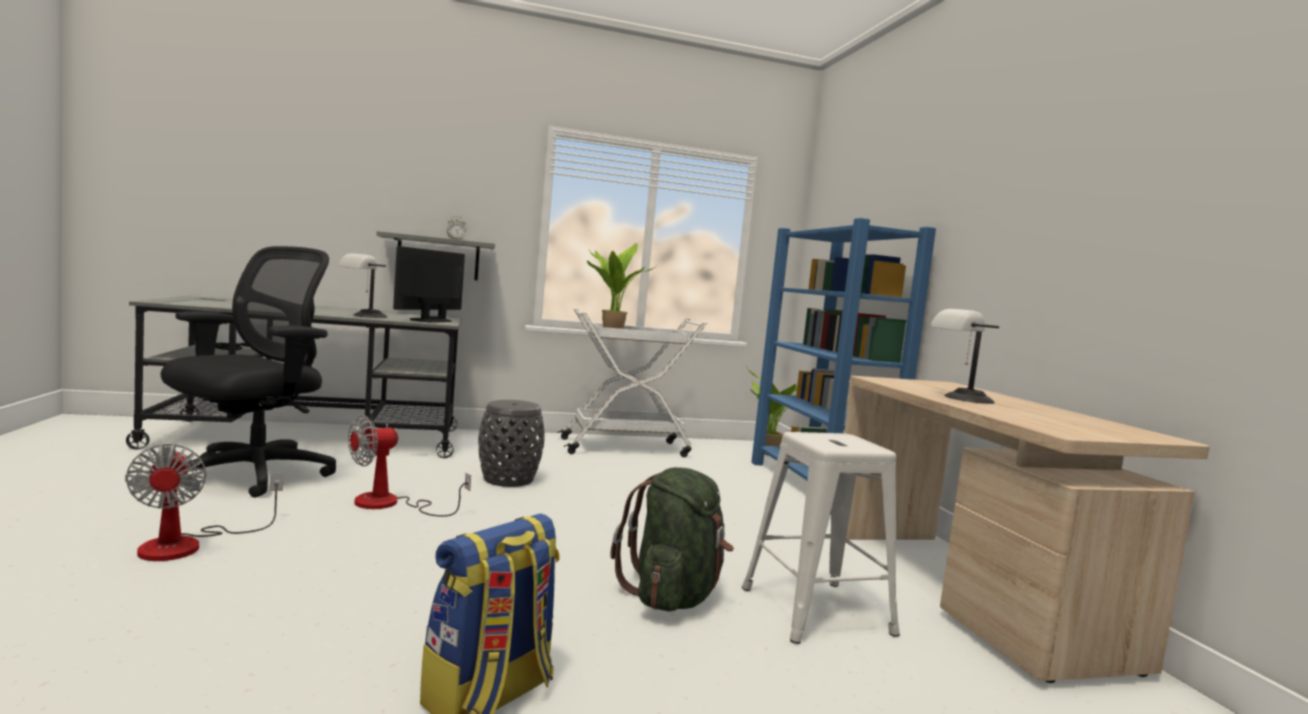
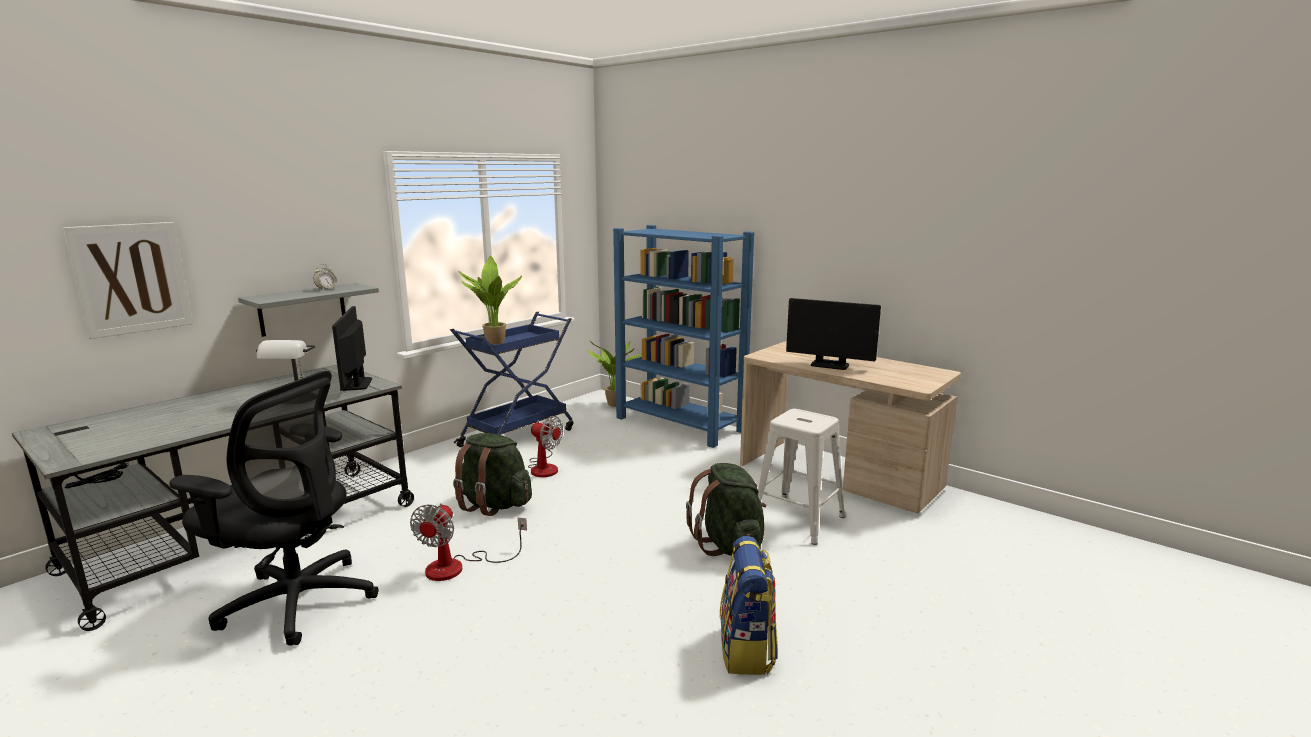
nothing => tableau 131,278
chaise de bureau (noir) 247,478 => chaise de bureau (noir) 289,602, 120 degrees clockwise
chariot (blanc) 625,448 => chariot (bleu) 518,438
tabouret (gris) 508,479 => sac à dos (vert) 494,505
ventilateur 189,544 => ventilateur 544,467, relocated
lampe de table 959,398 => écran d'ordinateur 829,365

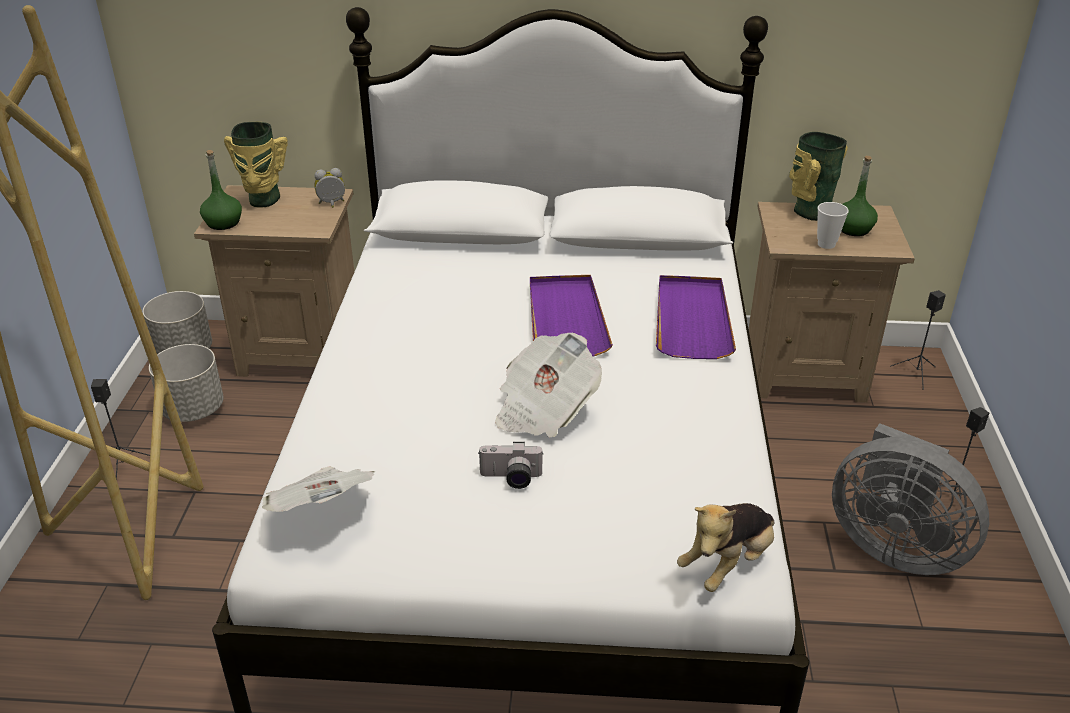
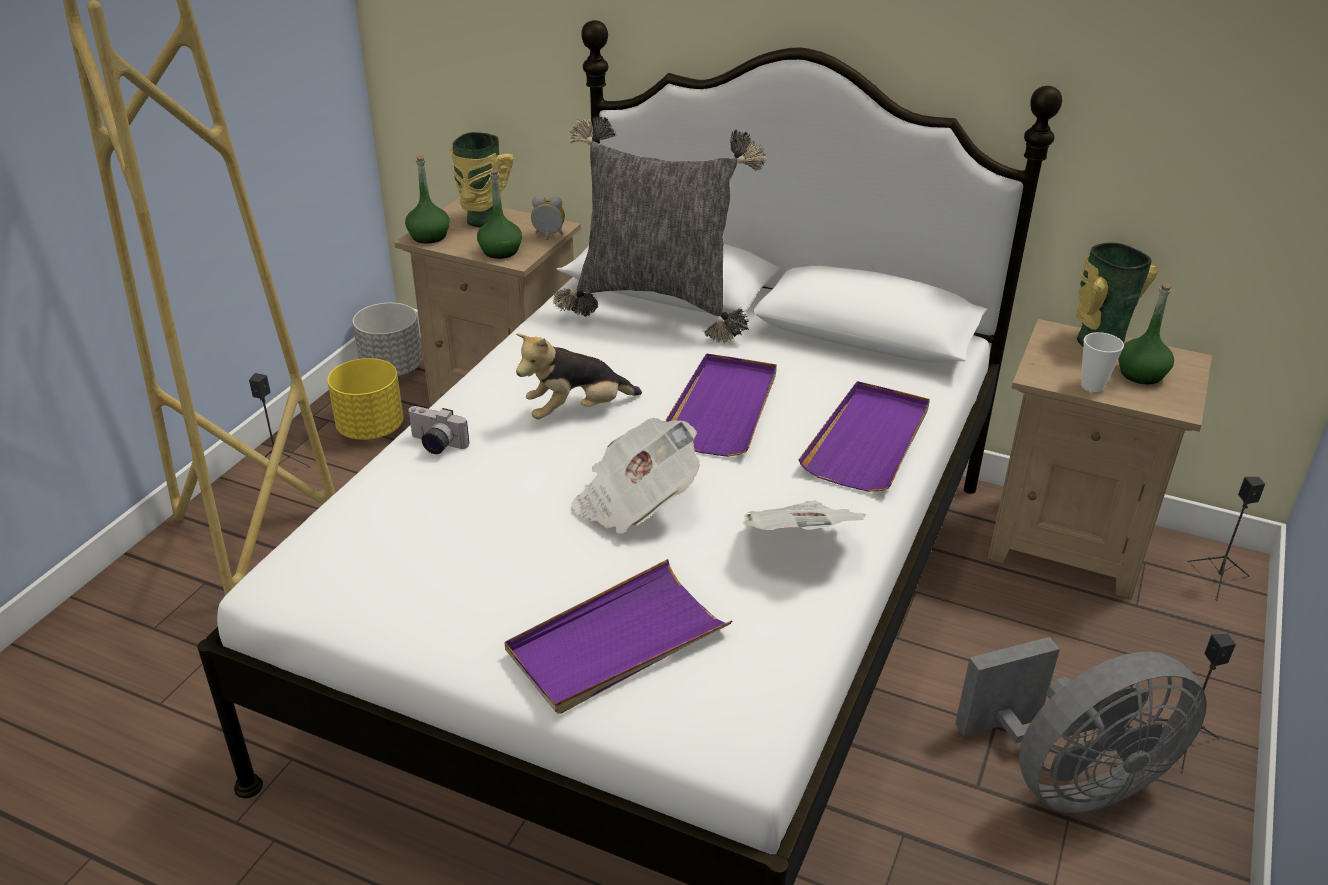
cache-pot (gris) 192,410 => cache-pot (jaune) 370,429
appareil photo 510,479 => appareil photo 435,445, relocated
nothing => bouteille (vert) 500,251
nothing => plateau (violet) 616,642
peluche 727,563 => peluche 577,411, relocated
nothing => coussin 658,315
journal 321,509 => journal 800,542, relocated
ventilateur (gris) 894,546 => ventilateur (gris) 1070,780, 75 degrees counterclockwise

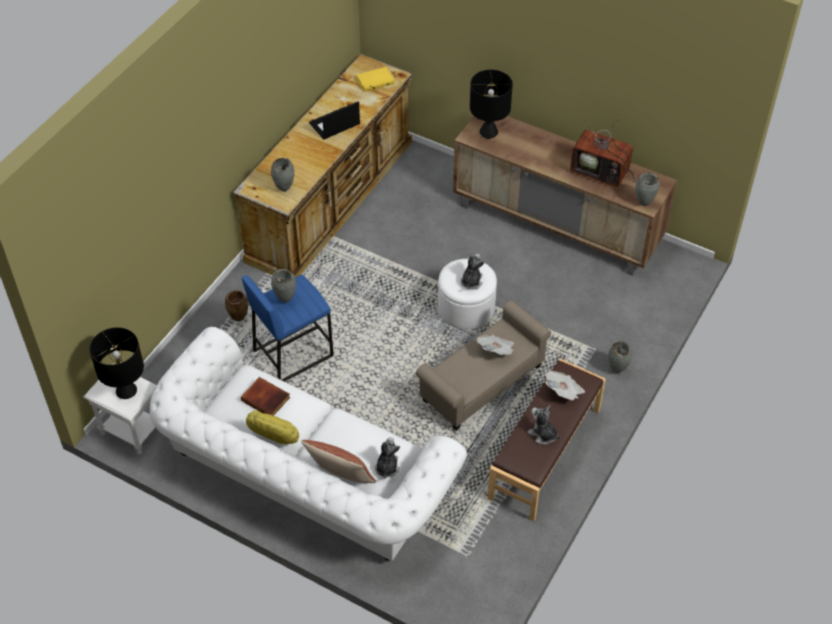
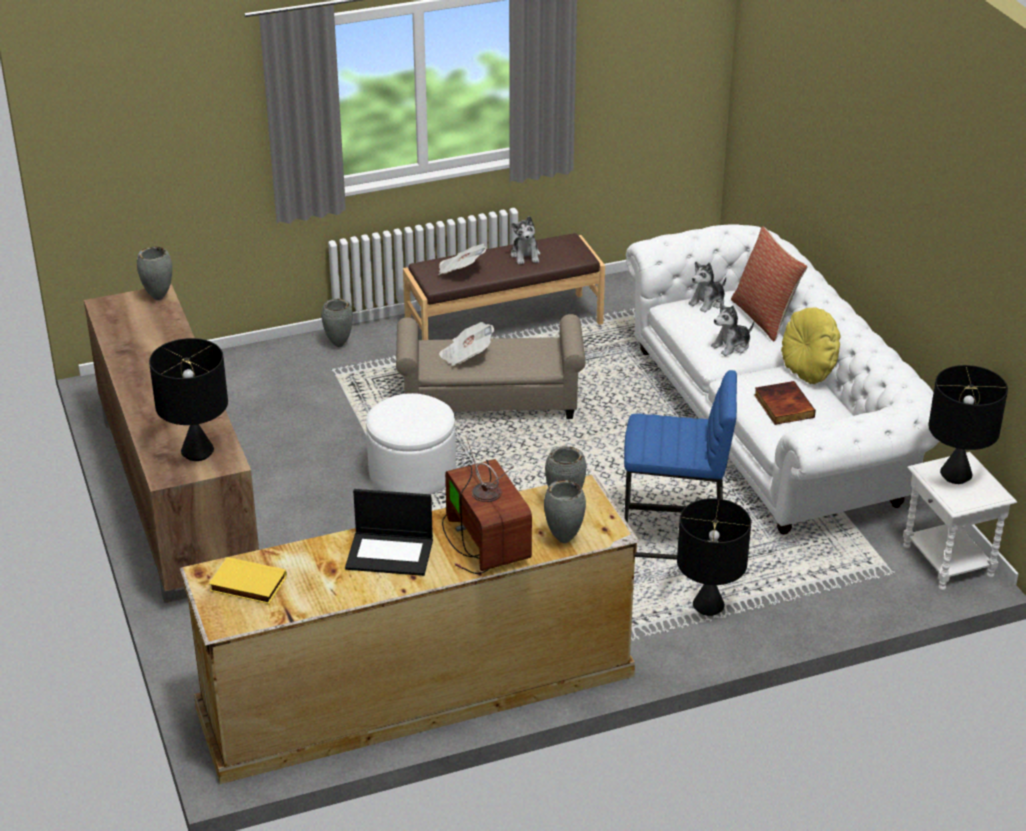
téléviseur 601,172 => téléviseur 483,542, relocated
vase (gris) 286,299 => vase (gris) 563,540, relocated
vase (marron) 239,319 => lampe de table (noir) 708,607
peluche 471,281 => peluche 732,346, relocated

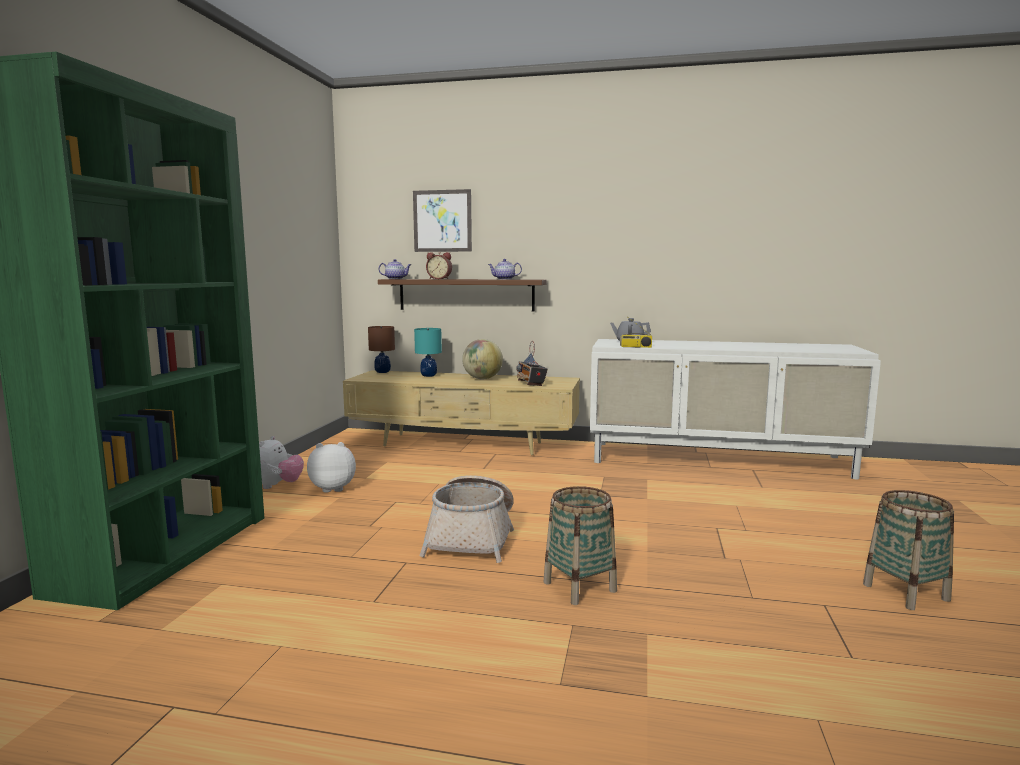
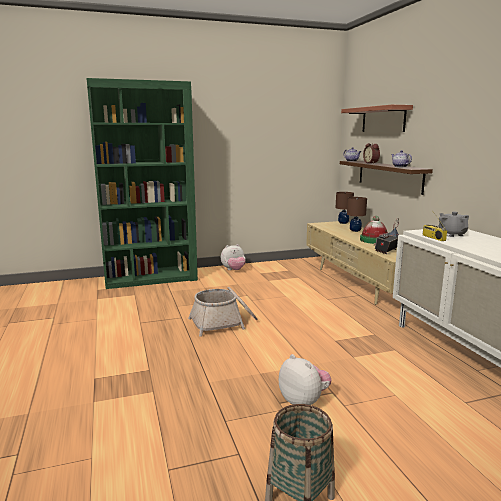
peluche 333,488 => peluche 304,401, relocated
tableau 442,221 => étagère 383,119
lampe de table (turquoise) 428,376 => lampe de table (marron) 355,231
globe 482,379 => chapeau 374,240
panier 579,586 => nothing

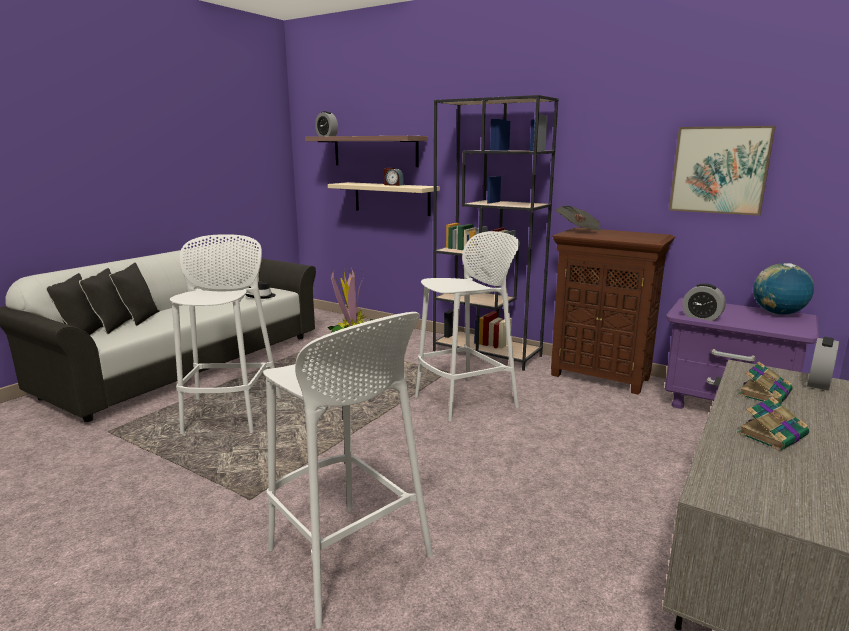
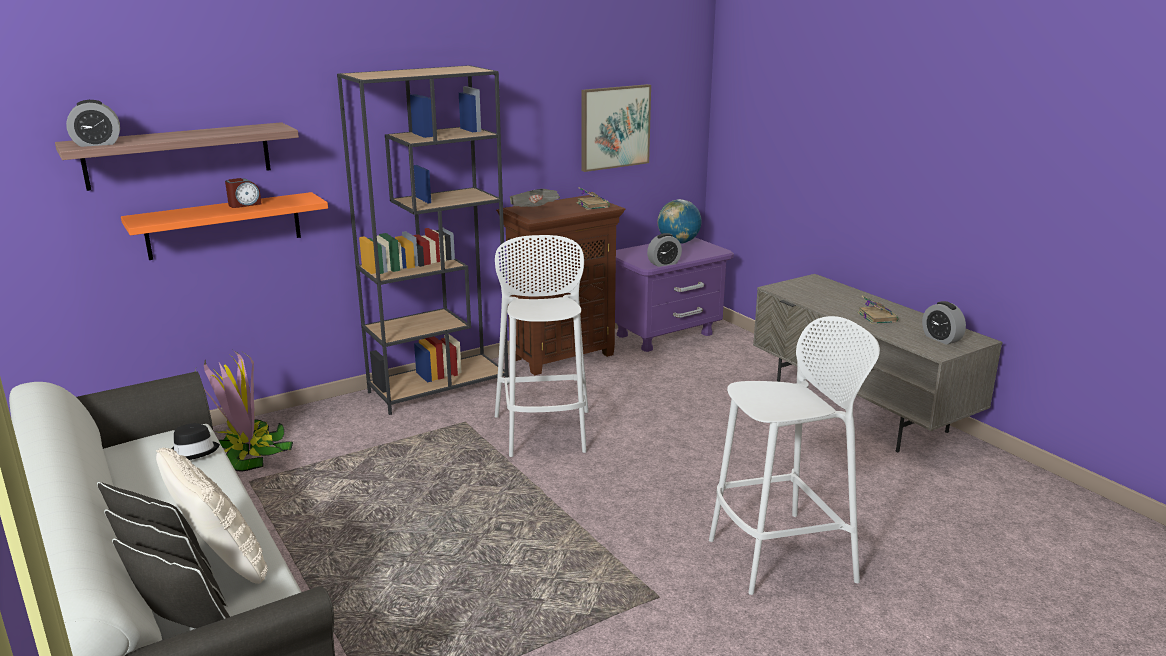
étagère (beige) 391,198 => étagère (orange) 224,225
nothing => coussin (beige) 219,563
livre 764,393 => livre 592,205, relocated
réveil 818,383 => réveil 941,339, relocated
tabouret (blanc) 229,414 => nothing

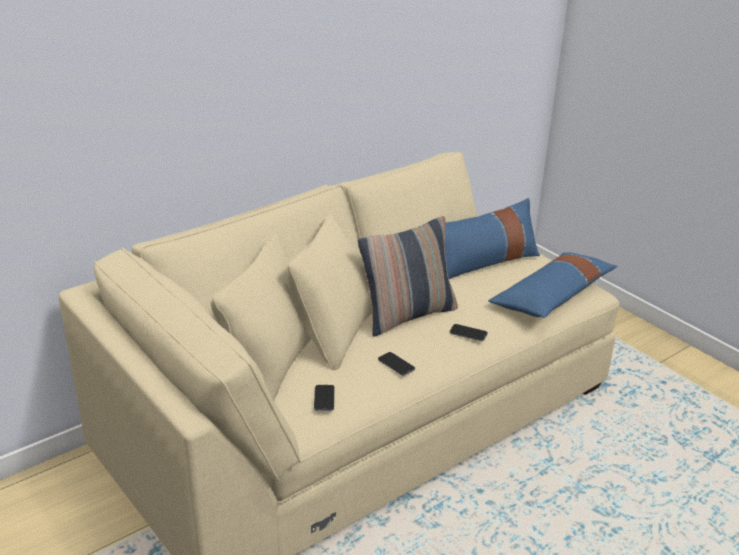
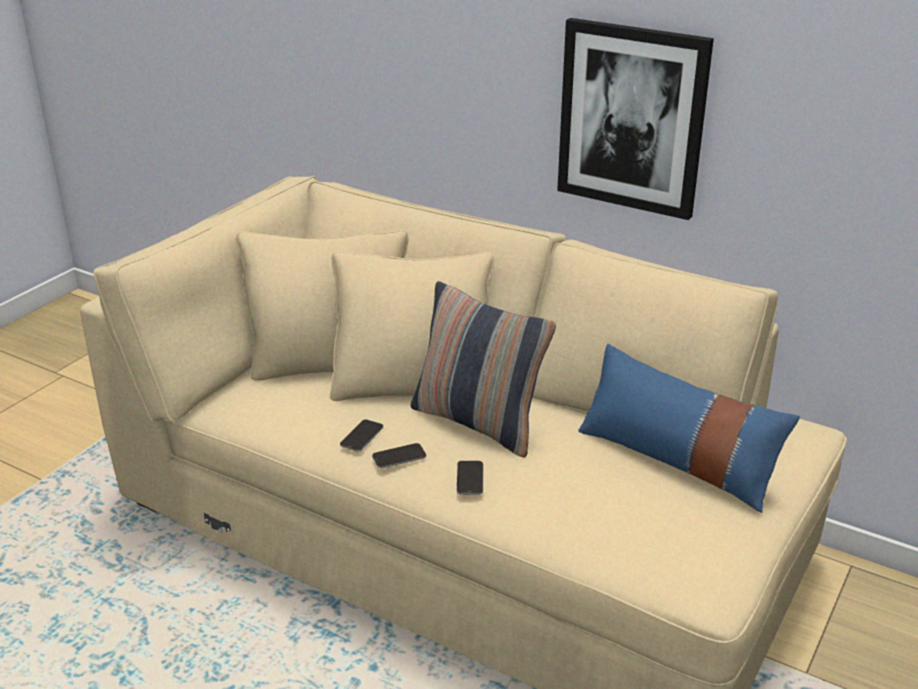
téléphone 324,399 => téléphone 399,457, relocated
nothing => tableau 632,118
coussin (bleu) 552,297 => nothing

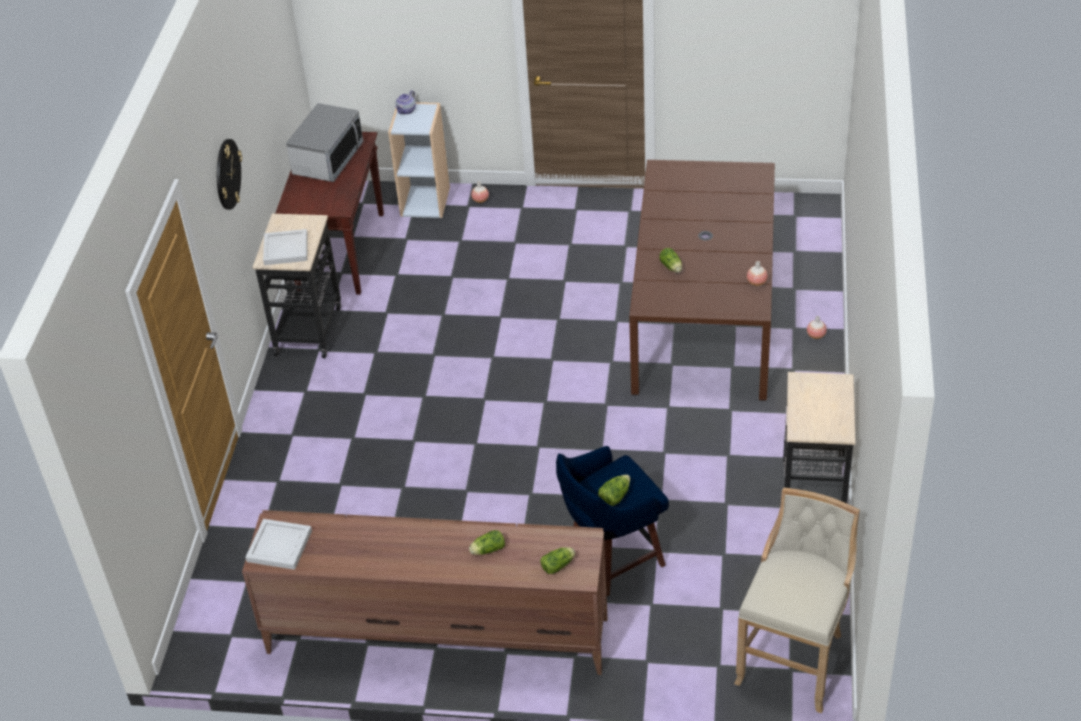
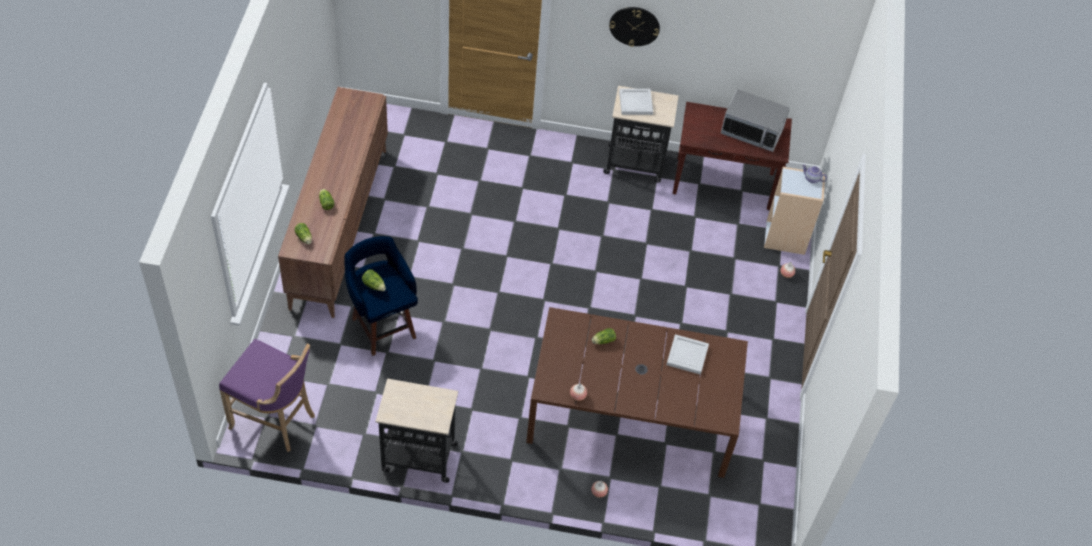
tabouret (beige) 794,658 => tabouret (violet) 276,420
plateau (blanc) 280,545 => plateau (blanc) 687,356, relocated

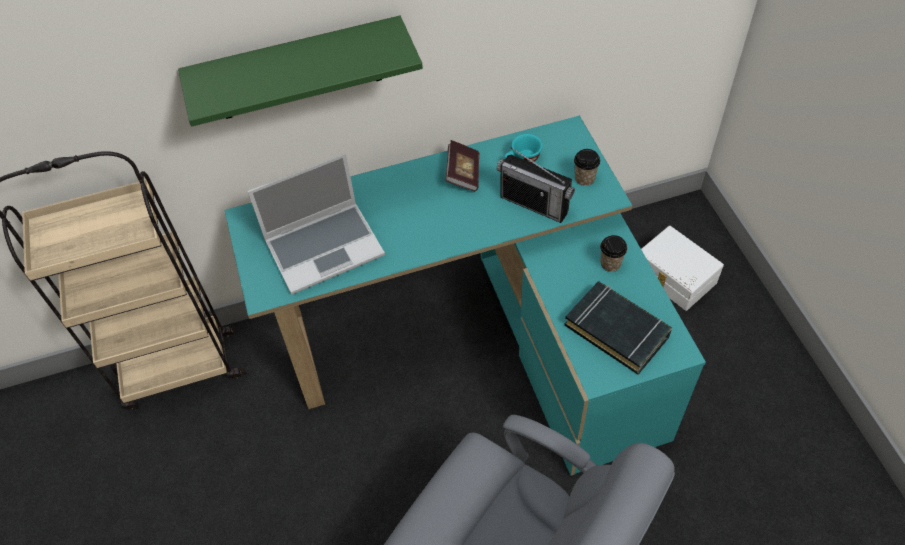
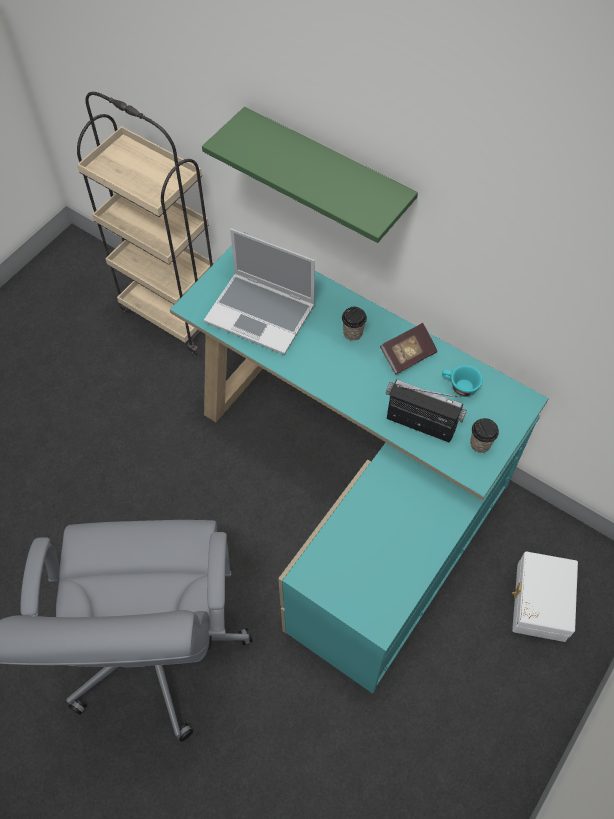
tasse 610,264 => tasse 353,333, relocated
radio 534,204 => radio 420,423, 120 degrees clockwise
livre (noir) 617,330 => nothing

